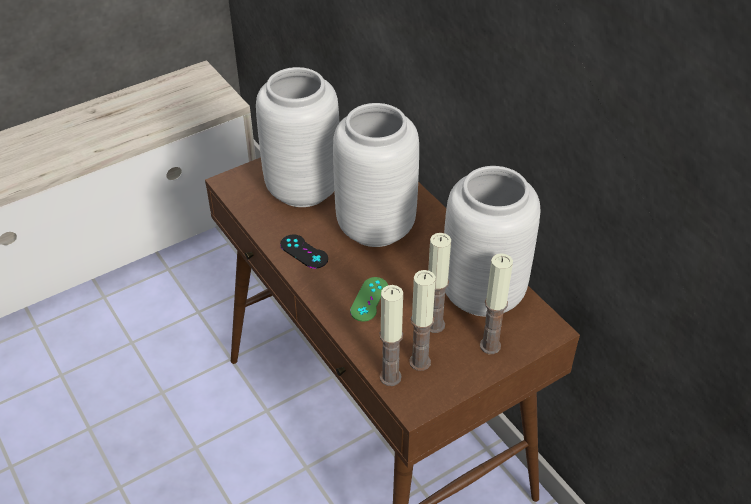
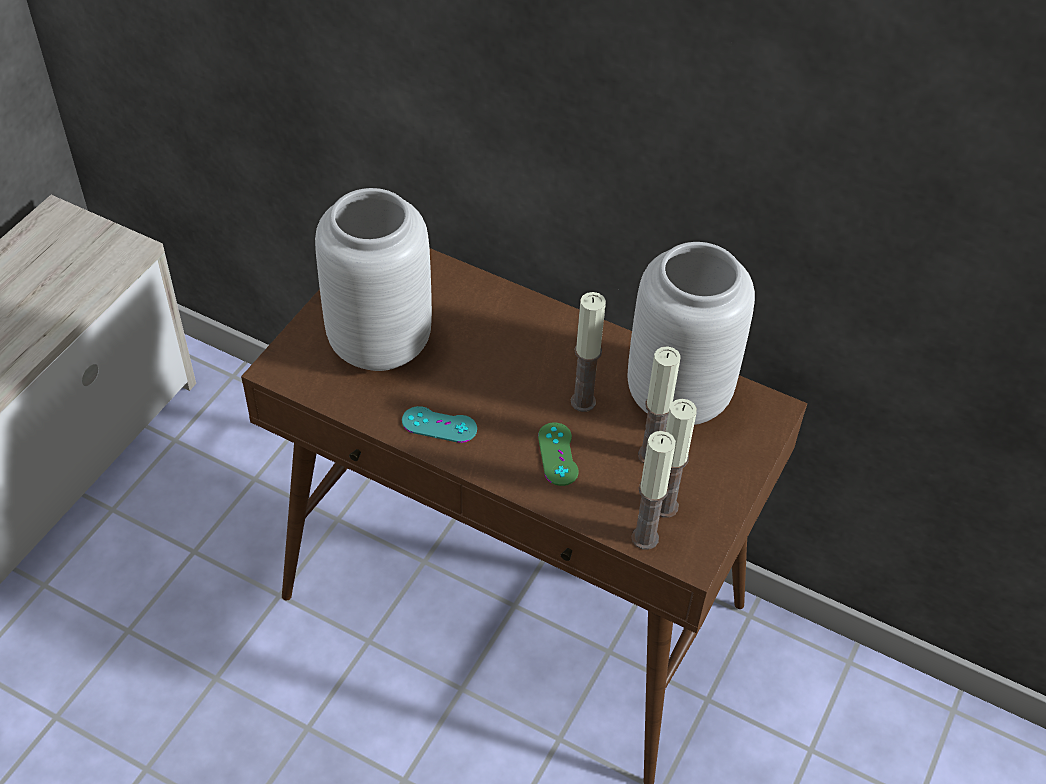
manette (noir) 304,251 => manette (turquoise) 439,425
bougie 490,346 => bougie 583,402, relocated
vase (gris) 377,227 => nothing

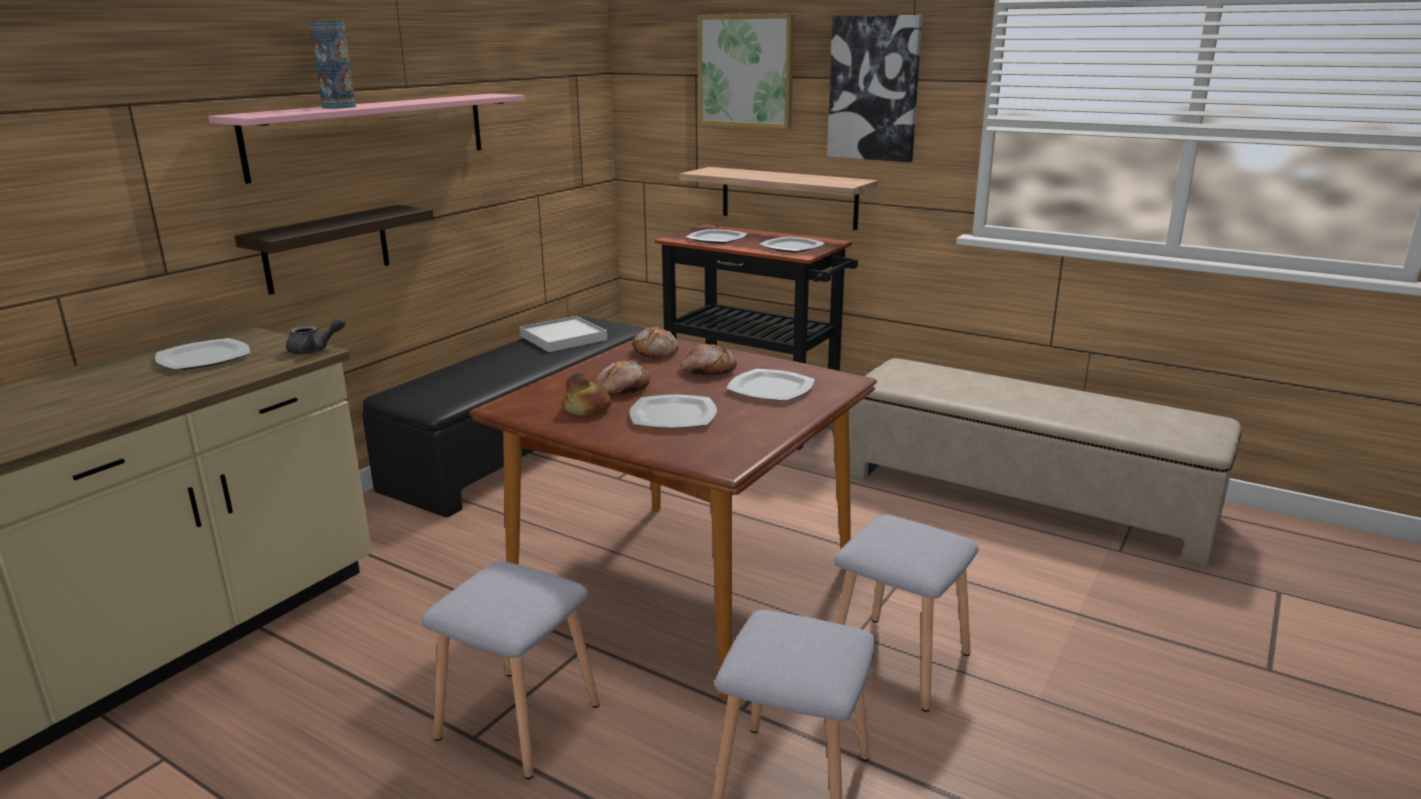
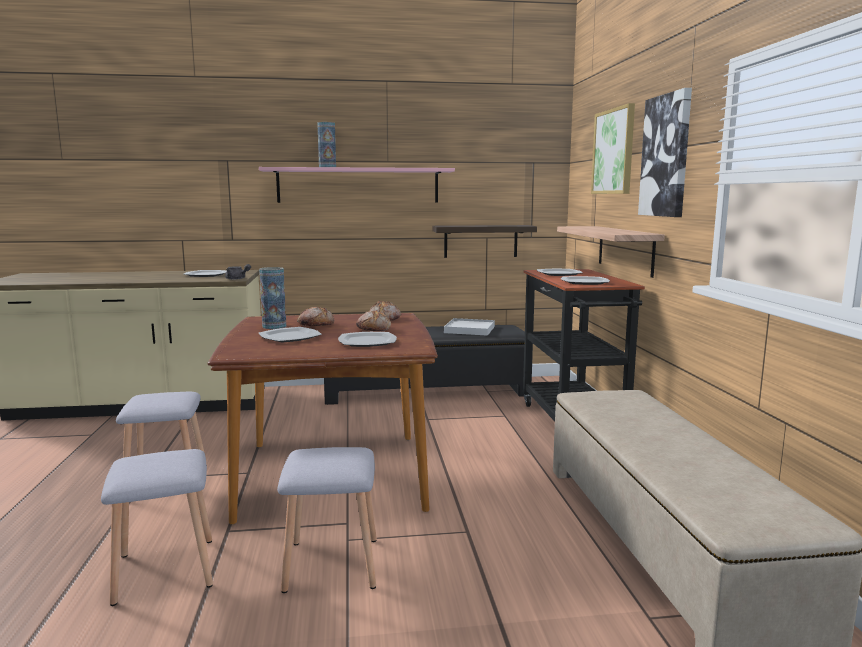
pain 586,410 => vase 274,326
étagère 327,249 => étagère 480,241, relocated

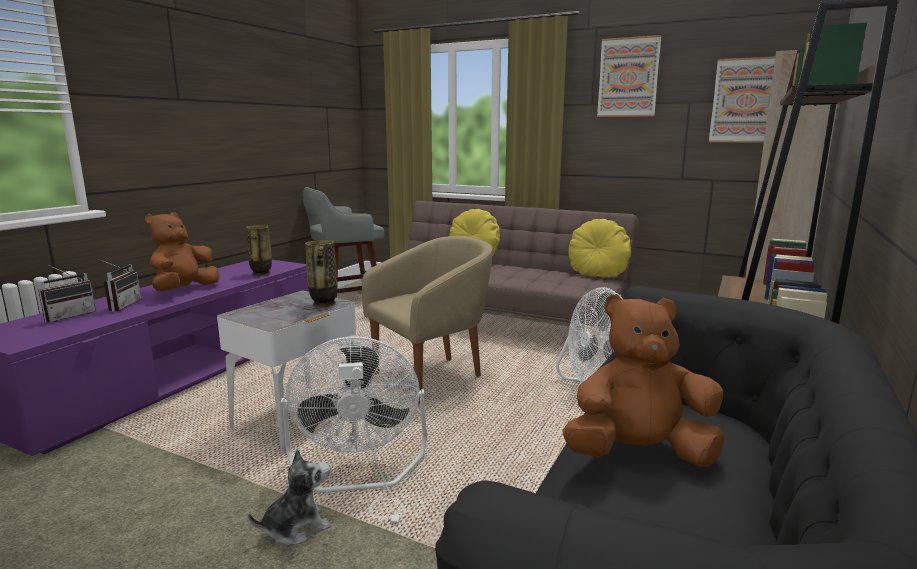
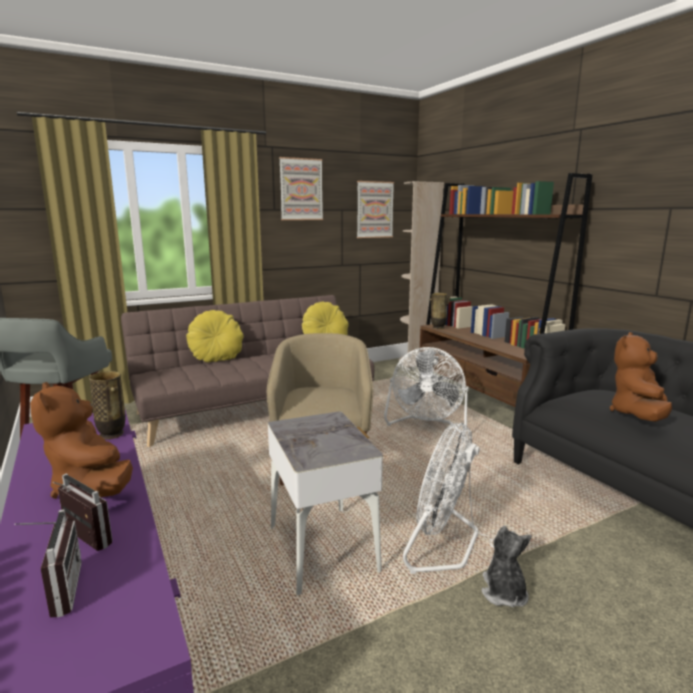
vase 324,304 => vase 438,328, relocated

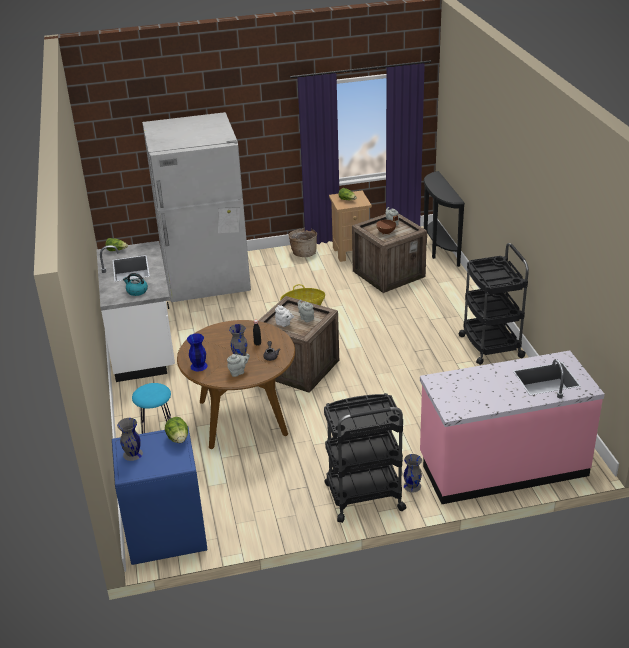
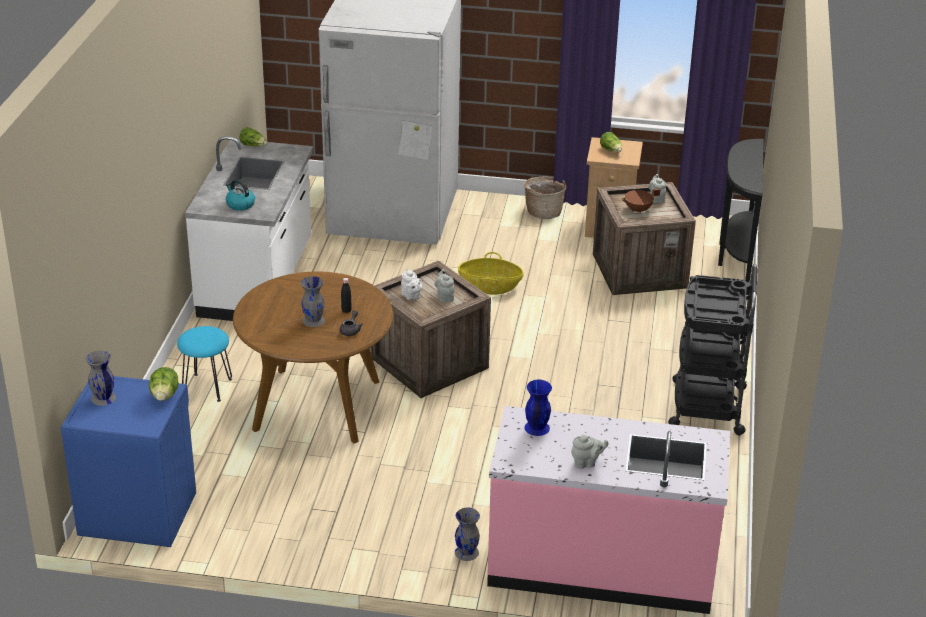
vase (bleu) 198,366 => vase (bleu) 536,428, relocated
théière (gris) 238,372 => théière (gris) 586,463, relocated
chariot (noir) 364,496 => nothing

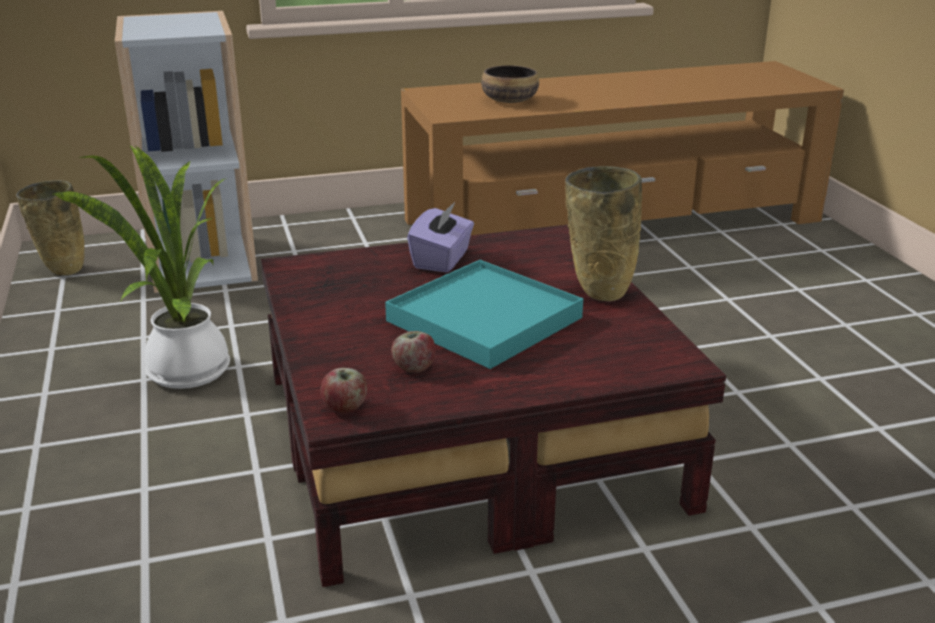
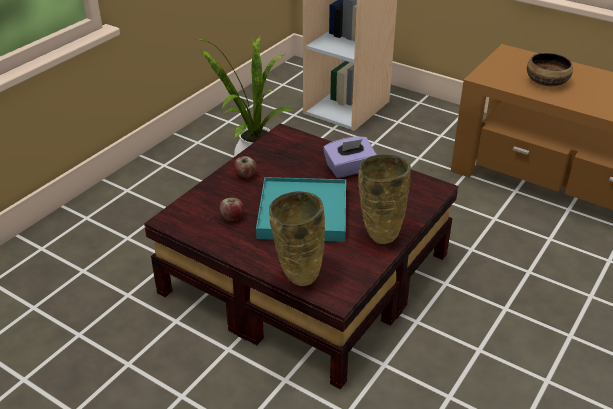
pomme 345,408 => pomme 245,175, relocated
vase (beige) 62,271 => vase (beige) 298,275, relocated

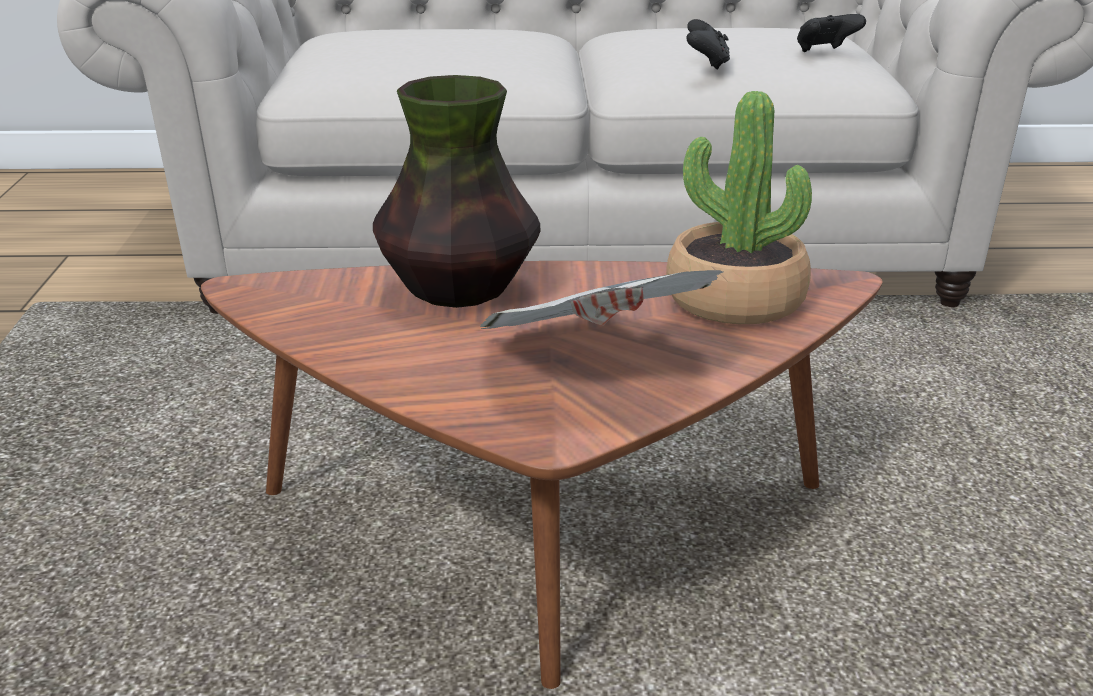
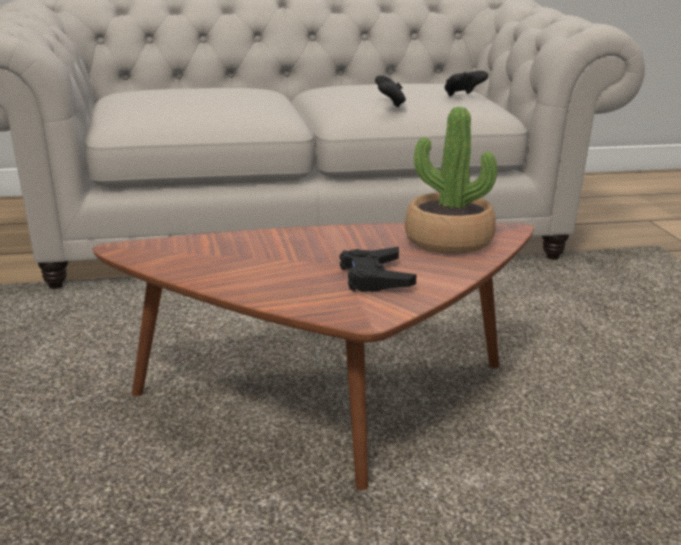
journal 594,362 => manette (noir) 375,278
vase 459,293 => nothing

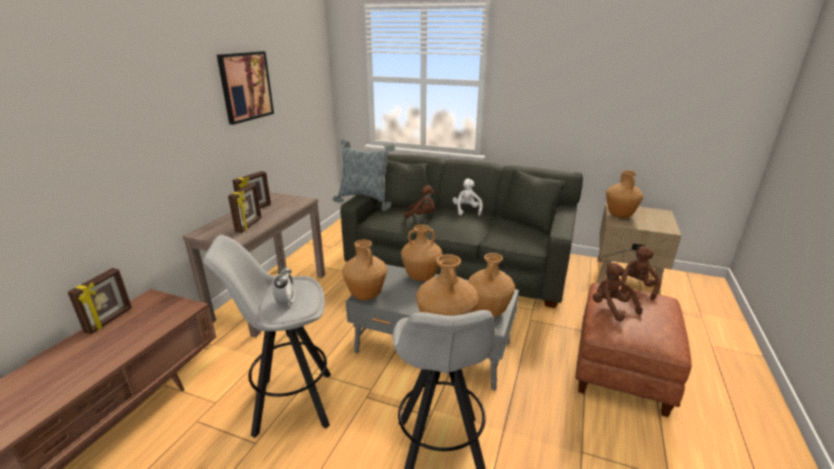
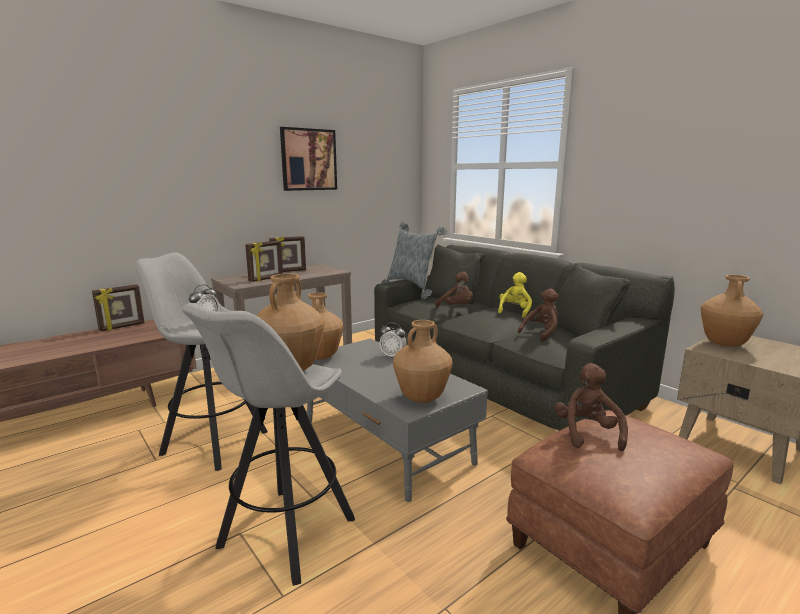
vase (marron) 421,277 => réveil 393,356
peluche (blanc) 467,210 => peluche (jaune) 514,311
peluche (marron) 635,287 => peluche (marron) 541,333, relocated

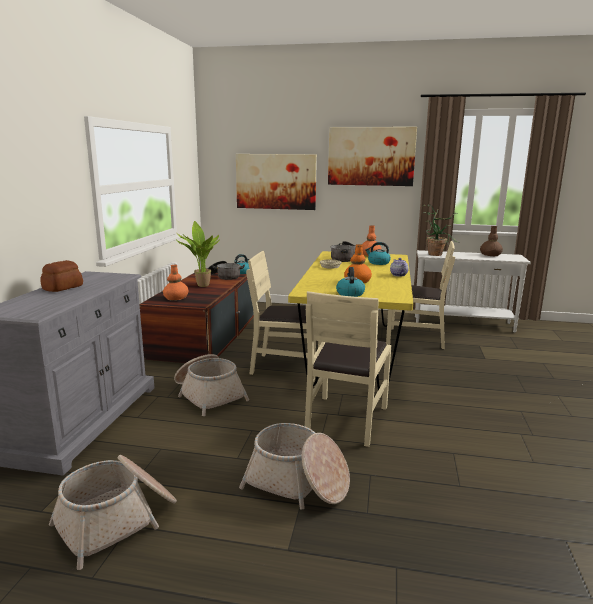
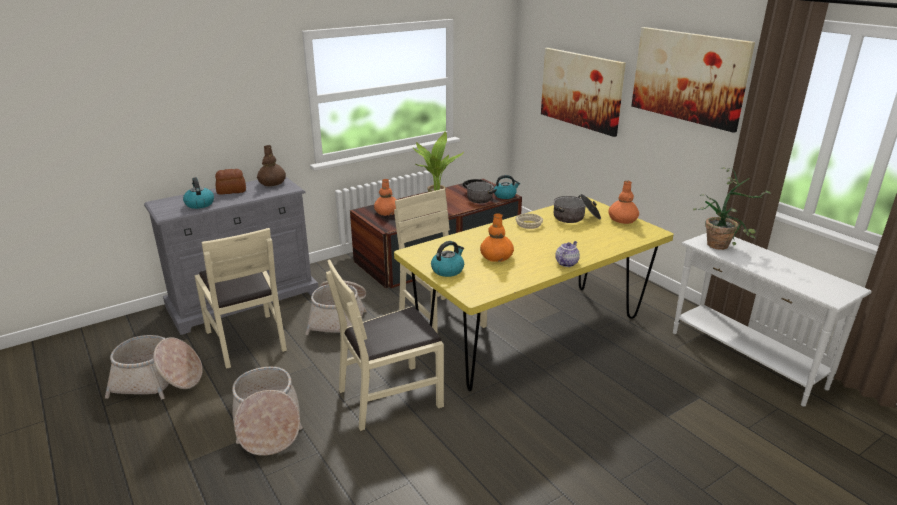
bouilloire 378,263 => bouilloire 199,204, relocated
chaise (beige) 415,338 => chaise (beige) 246,340, relocated
vase (marron) 490,255 => vase (marron) 272,183, relocated

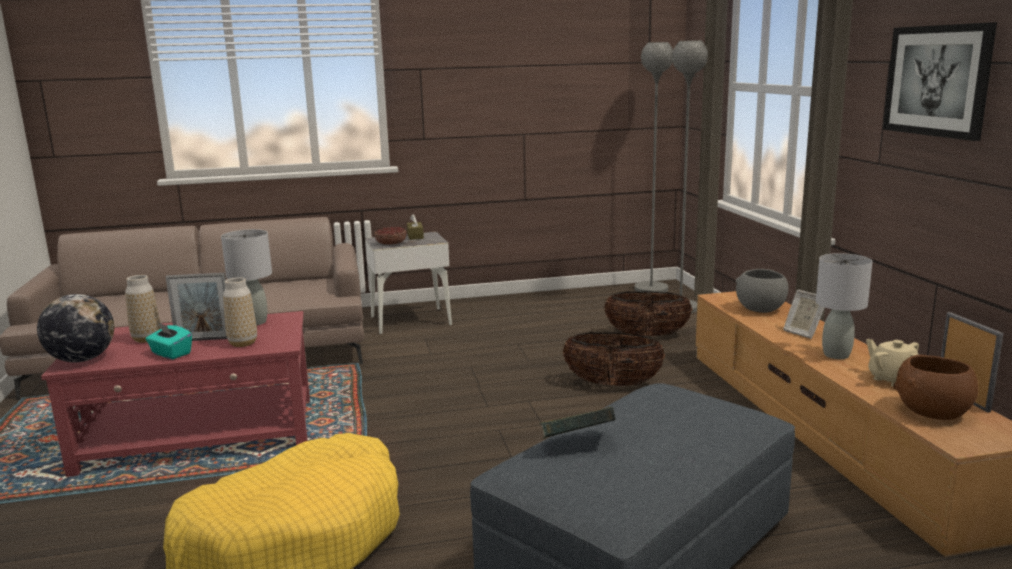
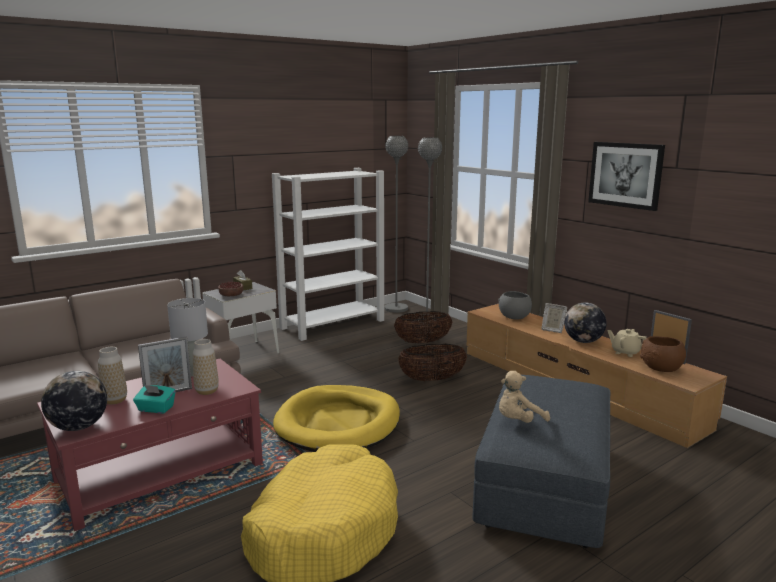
nothing => bibliothèque (blanc) 332,324
nothing => panier pour chien (jaune) 338,423
livre 576,444 => peluche (beige) 518,421
lampe de table (gris) 835,355 => globe 583,341

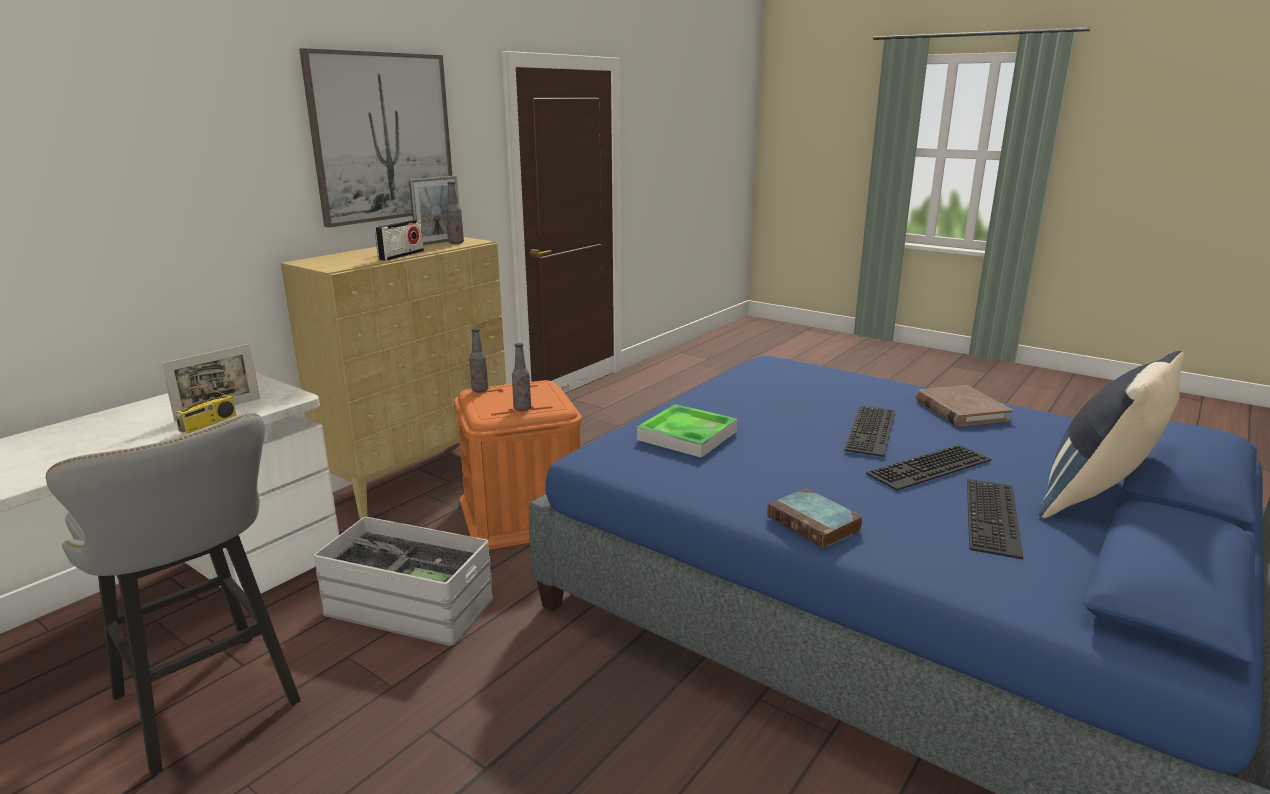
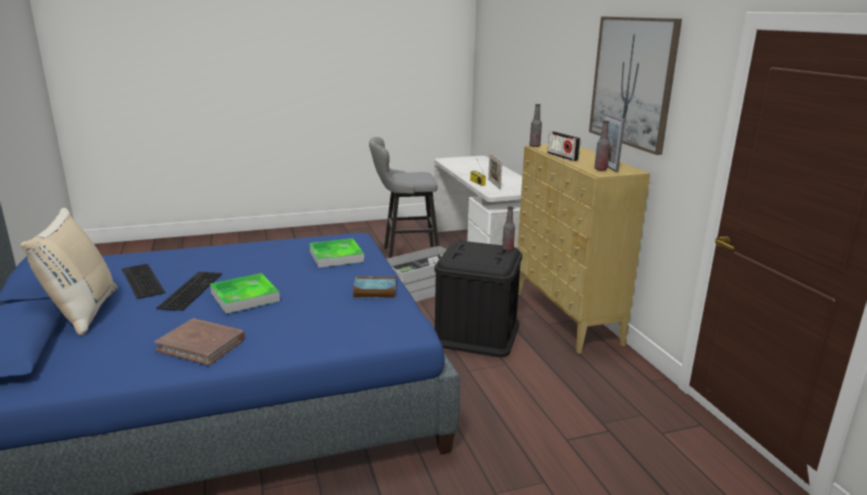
coussin (bleu) 1097,498 => coussin (beige) 82,311
clavier 873,430 => plateau 245,297
livre 815,524 => livre 374,290, relocated
boîte de rangement (orange) 522,514 => boîte de rangement (noir) 476,333
bouteille 522,409 => bouteille 534,146, relocated

